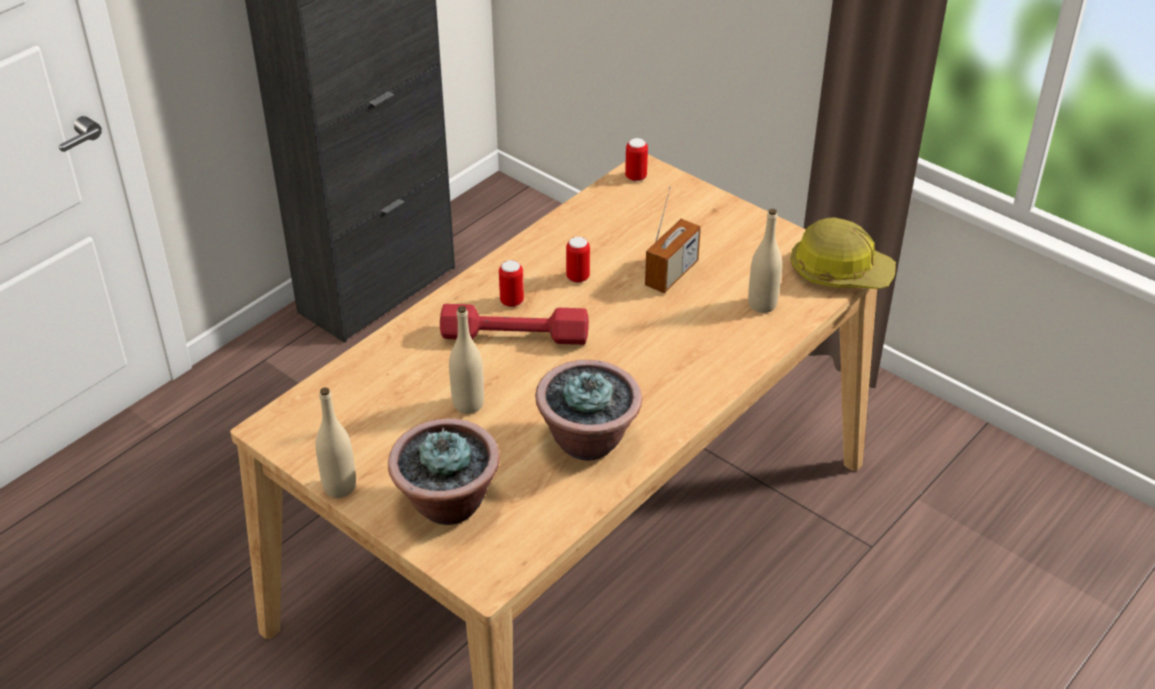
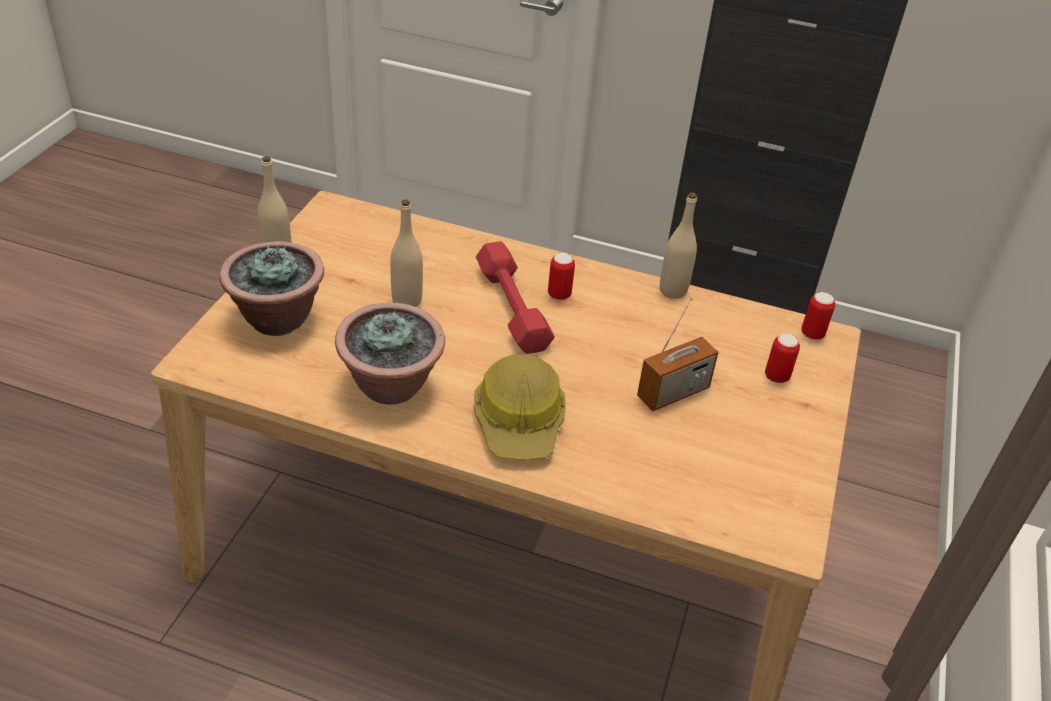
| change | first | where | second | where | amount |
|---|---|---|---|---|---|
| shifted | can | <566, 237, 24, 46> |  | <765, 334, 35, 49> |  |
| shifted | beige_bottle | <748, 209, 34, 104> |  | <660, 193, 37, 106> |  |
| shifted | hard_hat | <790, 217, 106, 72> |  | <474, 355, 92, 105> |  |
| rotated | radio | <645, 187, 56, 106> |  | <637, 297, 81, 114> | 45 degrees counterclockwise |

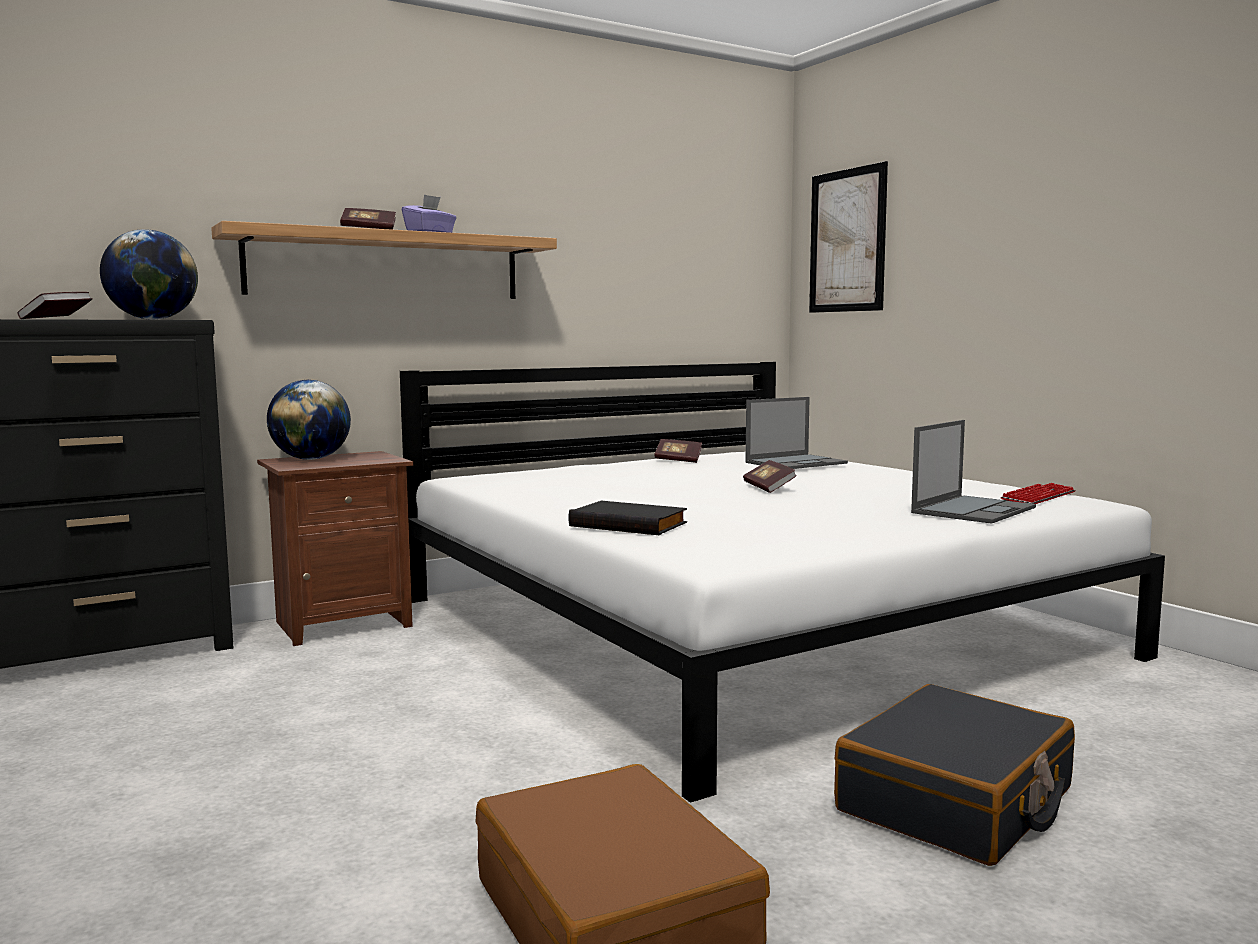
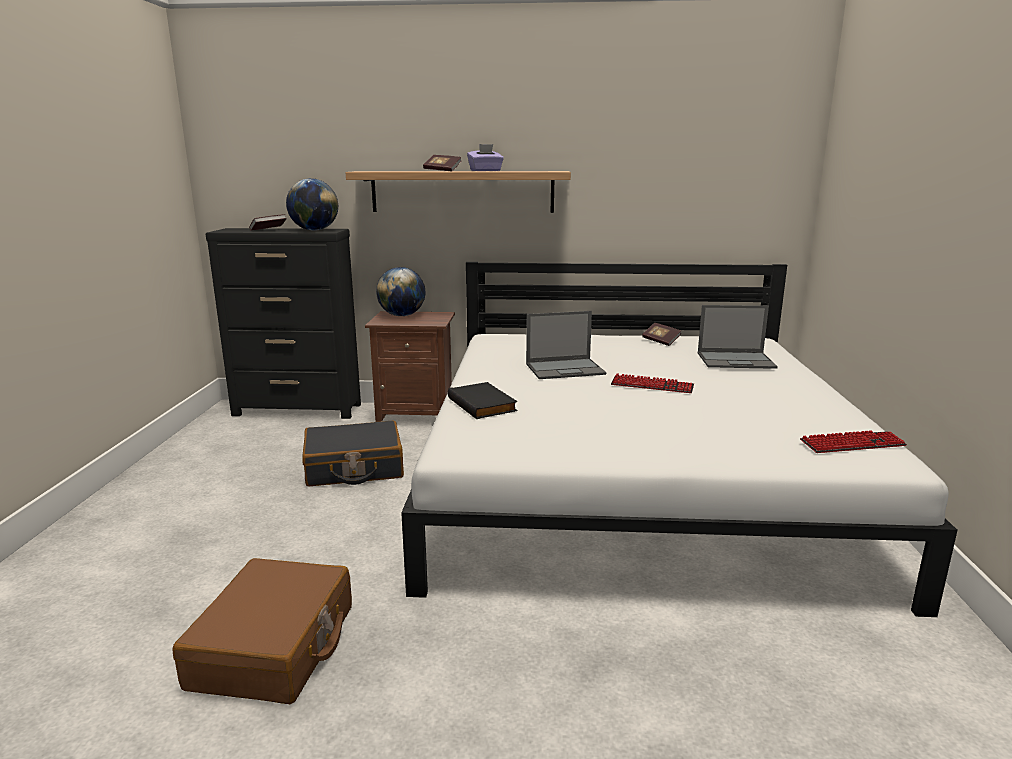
| change | first | where | second | where | amount |
|---|---|---|---|---|---|
| gone | picture | <809, 161, 79, 152> |  |  |  |
| shifted | black_suitcase | <834, 684, 241, 182> |  | <302, 421, 102, 65> |  |
| shifted | laptop | <911, 420, 125, 104> |  | <526, 311, 80, 68> |  |
| swapped | book | <743, 460, 54, 33> | keyboard | <611, 374, 83, 19> |  |

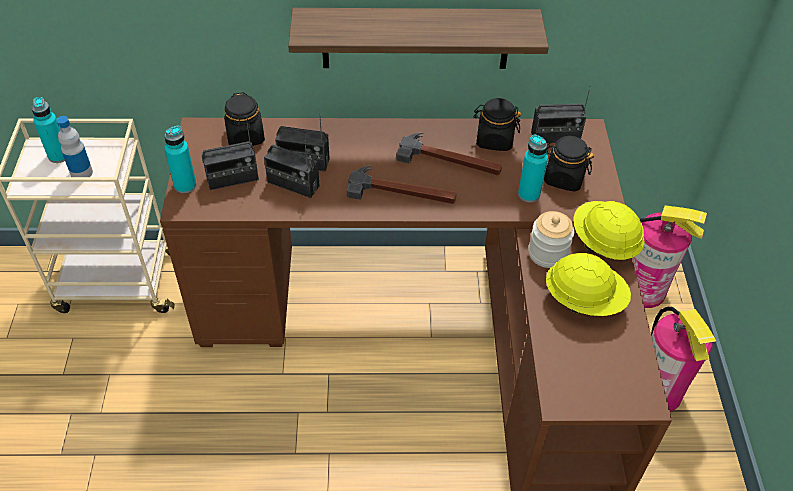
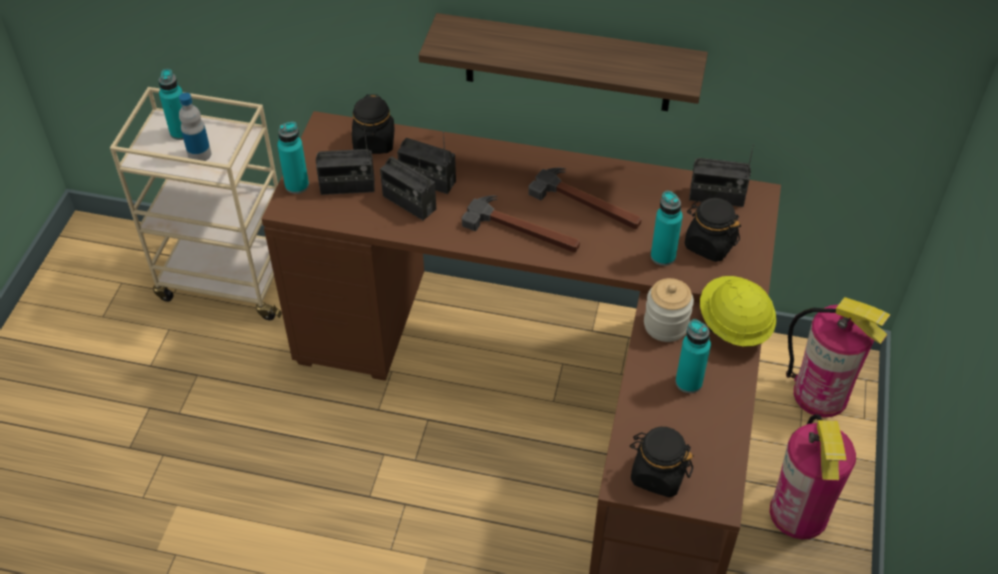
| change | first | where | second | where | amount |
|---|---|---|---|---|---|
| shifted | black_jar | <473, 98, 48, 53> |  | <630, 427, 64, 70> |  |
| swapped | yellow_hard_hat | <546, 253, 85, 63> | turquoise_bottle | <676, 319, 35, 74> |  |

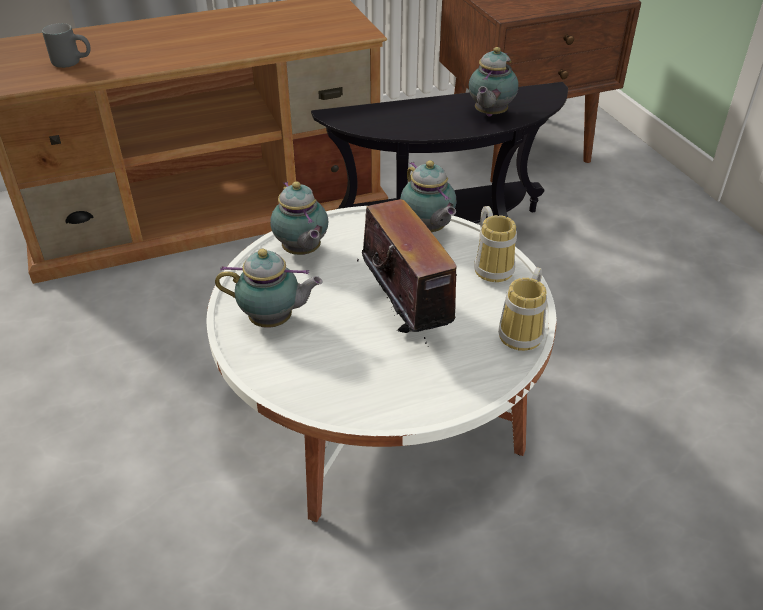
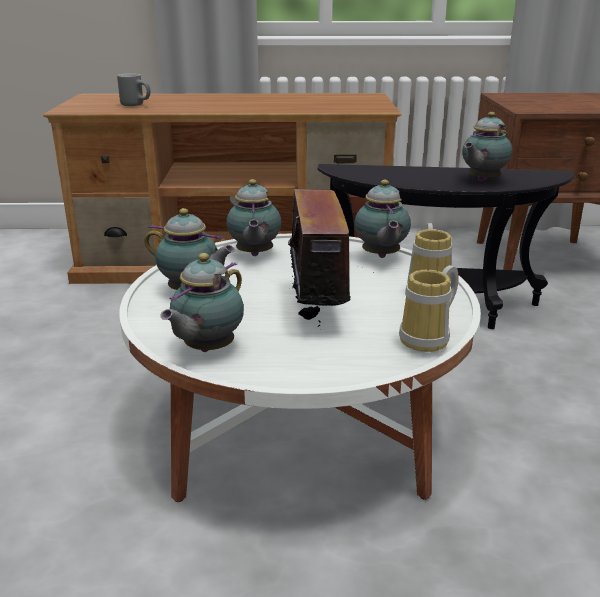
| change | first | where | second | where | amount |
|---|---|---|---|---|---|
| new |  |  | teapot | <160, 253, 84, 99> |  |

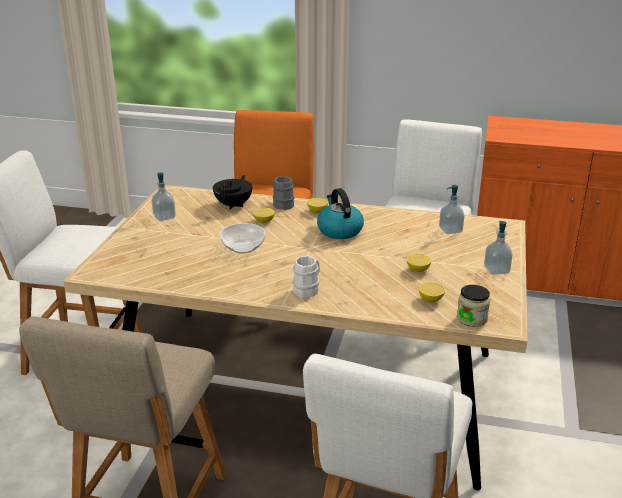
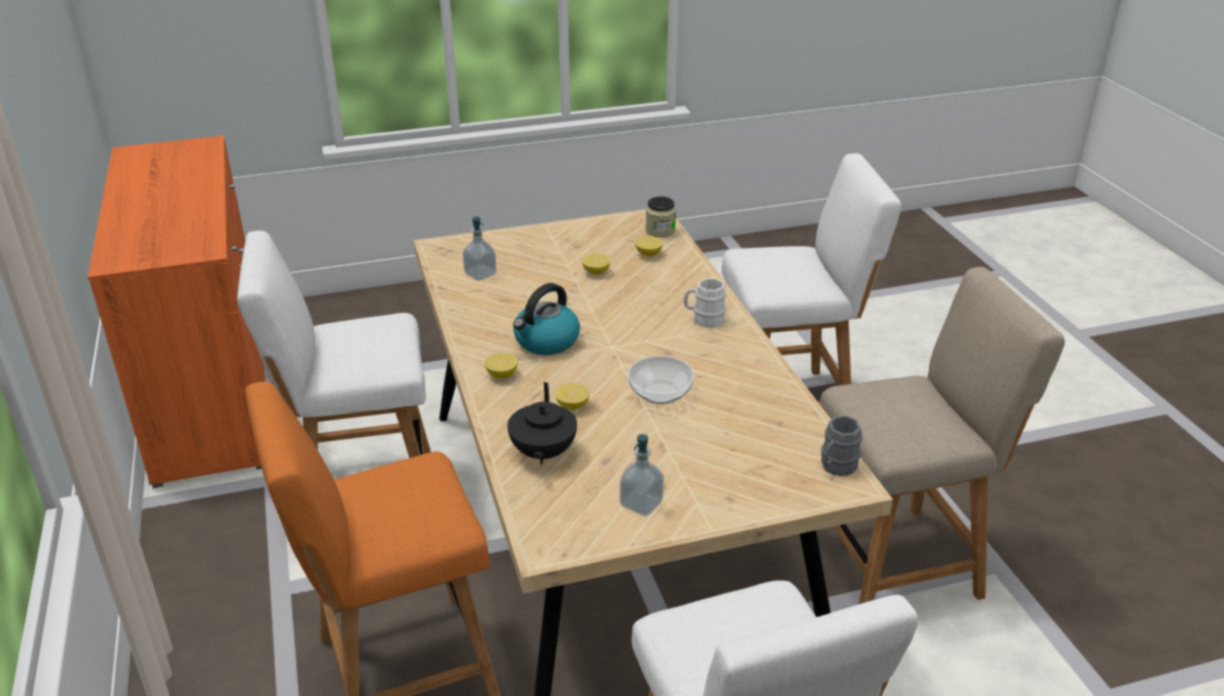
| change | first | where | second | where | amount |
|---|---|---|---|---|---|
| gone | soap_dispenser | <484, 221, 28, 54> |  |  |  |
| shifted | grey_mug | <273, 176, 21, 34> |  | <821, 415, 41, 61> |  |
| rotated | black_teapot | <213, 175, 39, 34> |  | <507, 382, 70, 82> | 75 degrees counterclockwise |

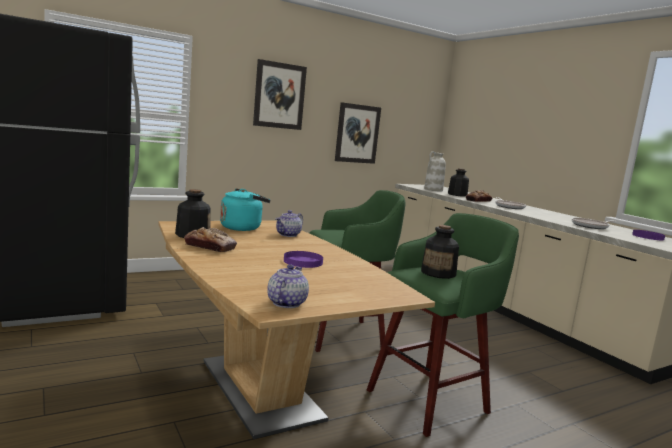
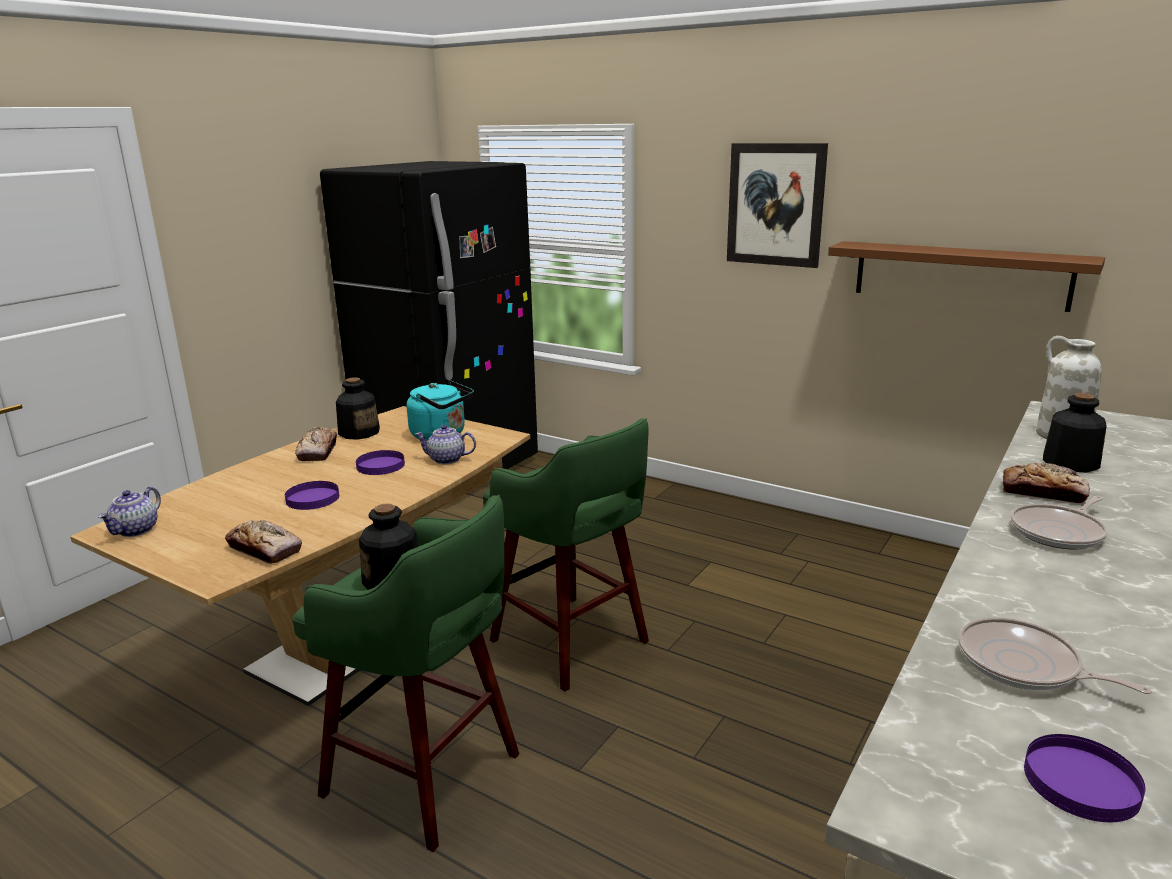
| change | first | where | second | where | amount |
|---|---|---|---|---|---|
| new |  |  | bread | <225, 520, 77, 44> |  |
| new |  |  | purple_plate | <356, 450, 49, 25> |  |
| swapped | picture | <335, 102, 46, 62> | brown_shelf | <828, 241, 277, 71> |  |
| rotated | teapot | <267, 264, 42, 44> |  | <98, 487, 63, 50> | 120 degrees clockwise |

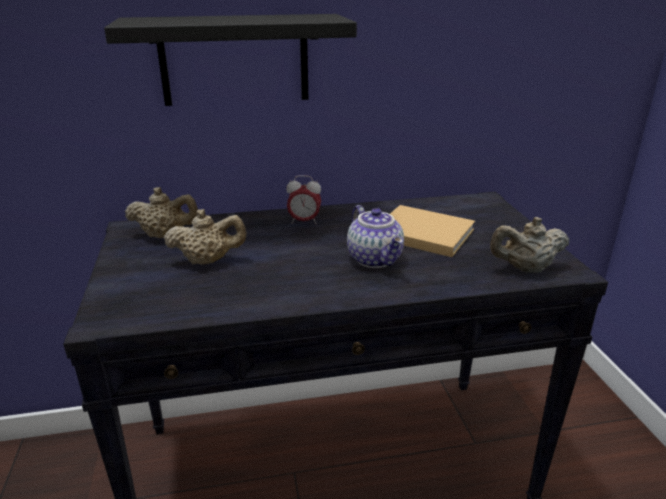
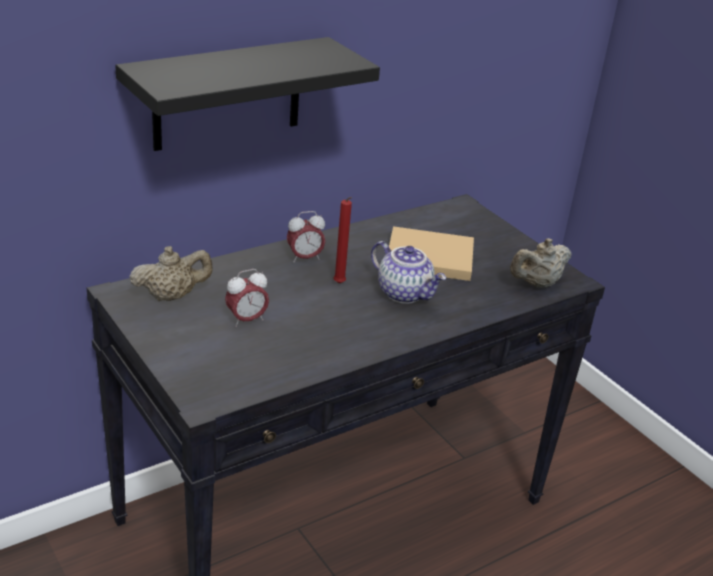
| change | first | where | second | where | amount |
|---|---|---|---|---|---|
| new |  |  | red_candle | <334, 197, 18, 87> |  |
| swapped | beige_teapot | <164, 209, 83, 56> | alarm_clock | <225, 269, 44, 58> |  |

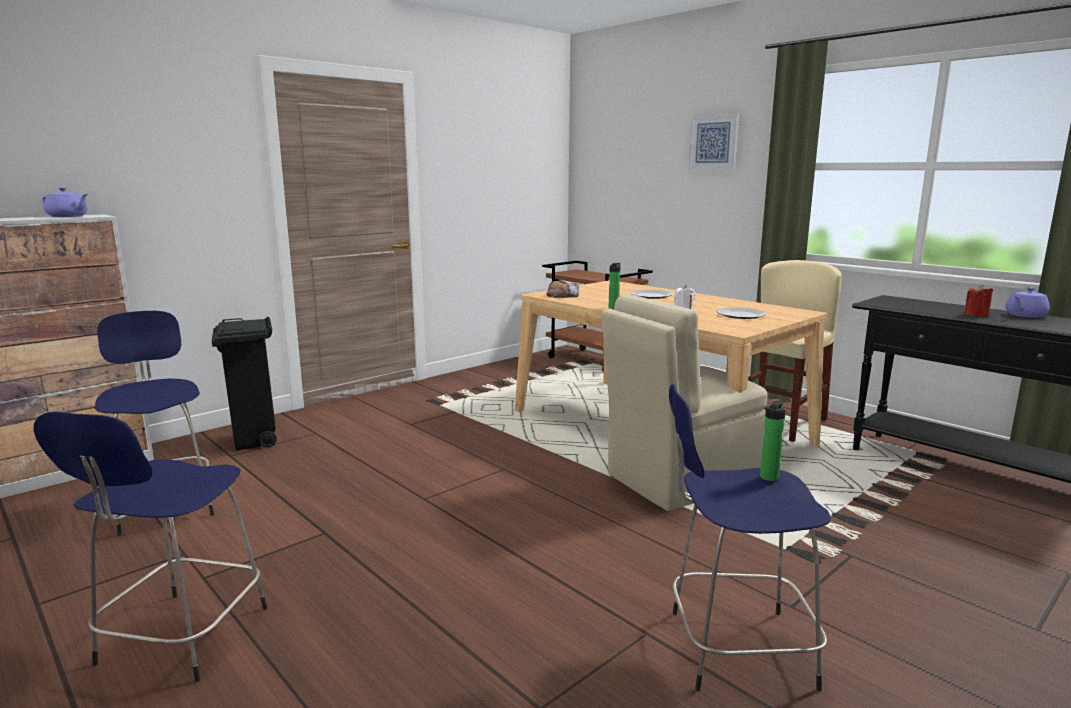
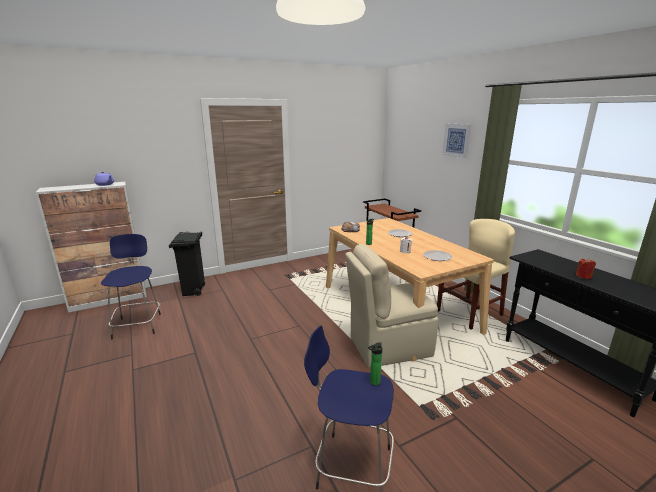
| change | first | where | second | where | amount |
|---|---|---|---|---|---|
| gone | blue_stool | <34, 412, 233, 270> |  |  |  |
| gone | purple_teapot | <1005, 287, 45, 31> |  |  |  |

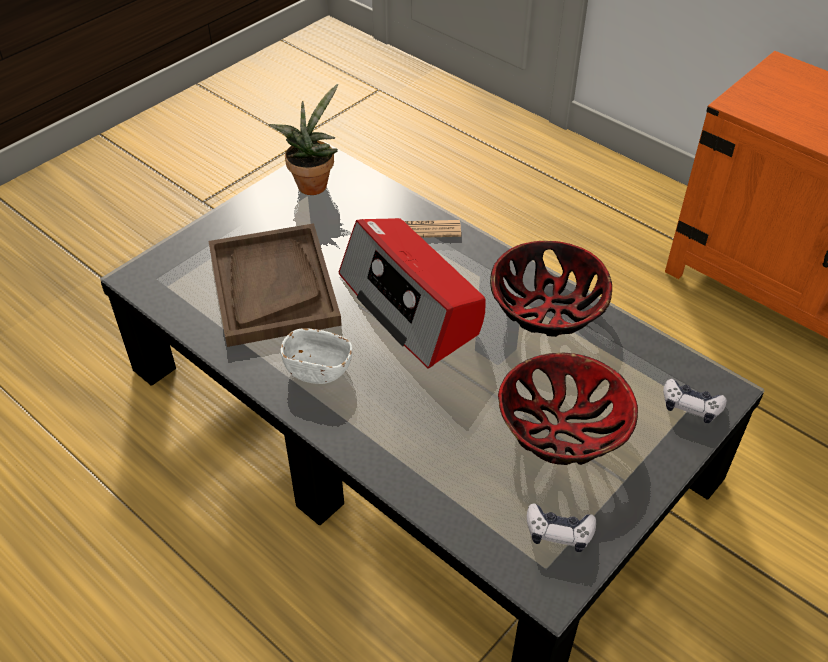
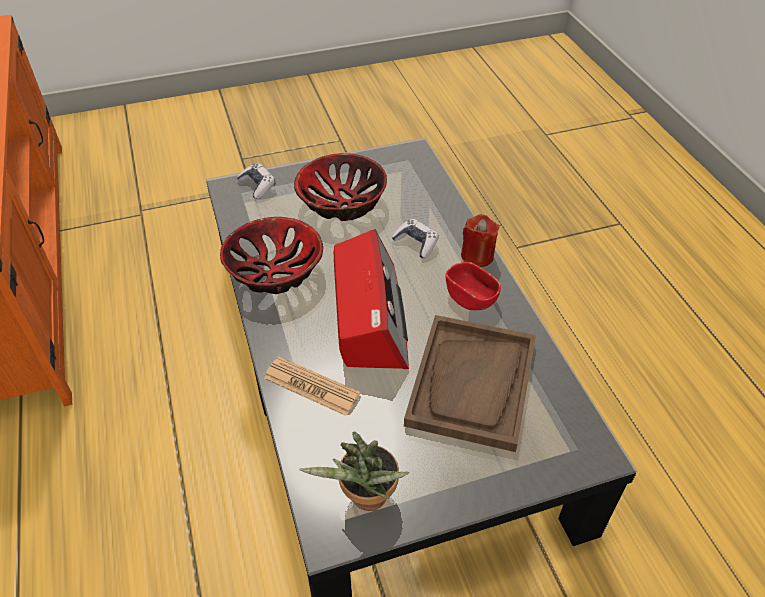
| change | first | where | second | where | amount |
|---|---|---|---|---|---|
| new |  |  | red_candle | <461, 214, 38, 53> |  |
| shifted | game_controller | <527, 503, 69, 49> |  | <391, 219, 48, 39> |  |
| repainted | white_bowl | <281, 328, 71, 56> | red_bowl | <446, 262, 55, 48> |  |

